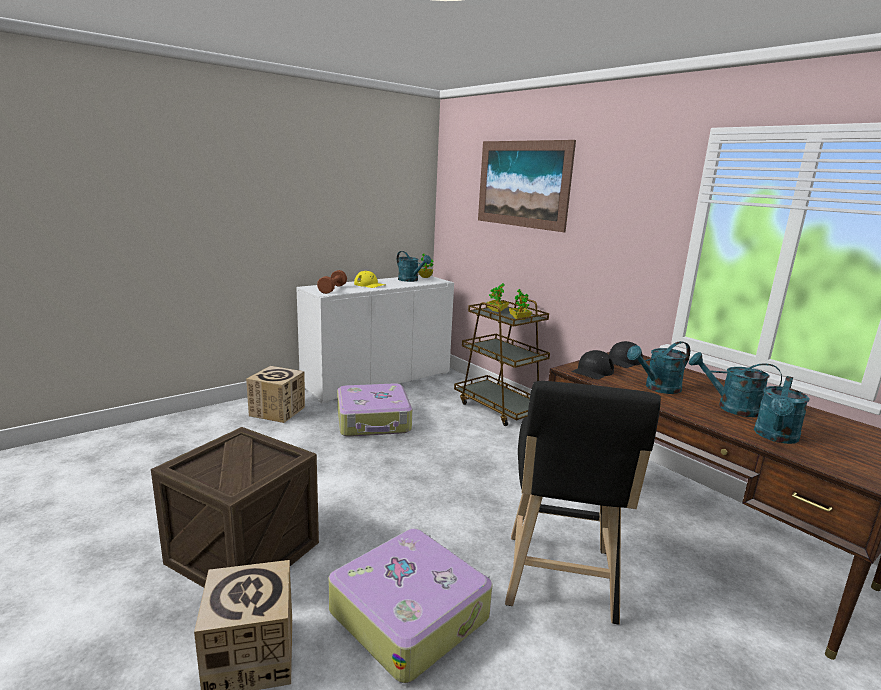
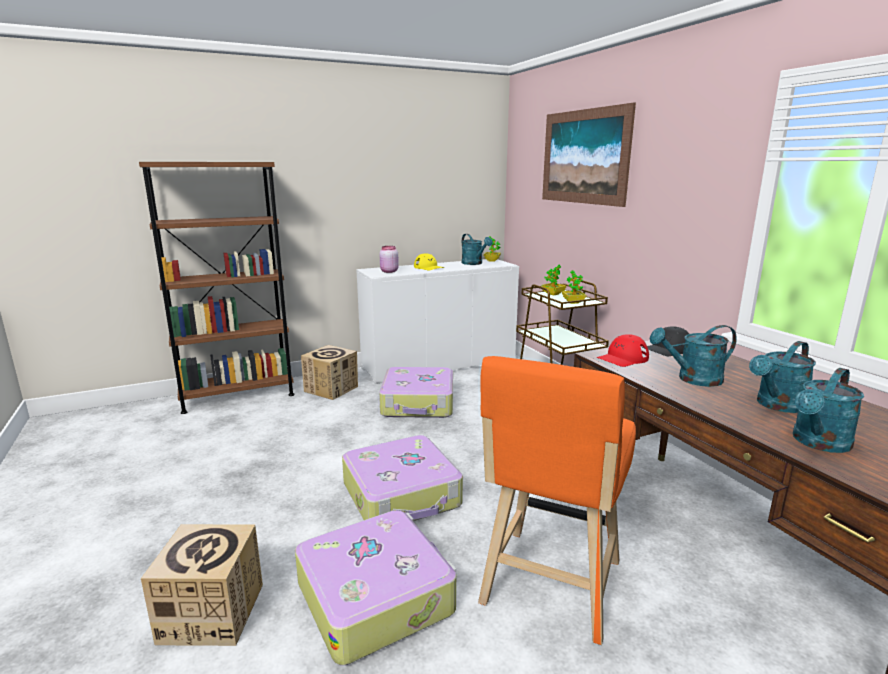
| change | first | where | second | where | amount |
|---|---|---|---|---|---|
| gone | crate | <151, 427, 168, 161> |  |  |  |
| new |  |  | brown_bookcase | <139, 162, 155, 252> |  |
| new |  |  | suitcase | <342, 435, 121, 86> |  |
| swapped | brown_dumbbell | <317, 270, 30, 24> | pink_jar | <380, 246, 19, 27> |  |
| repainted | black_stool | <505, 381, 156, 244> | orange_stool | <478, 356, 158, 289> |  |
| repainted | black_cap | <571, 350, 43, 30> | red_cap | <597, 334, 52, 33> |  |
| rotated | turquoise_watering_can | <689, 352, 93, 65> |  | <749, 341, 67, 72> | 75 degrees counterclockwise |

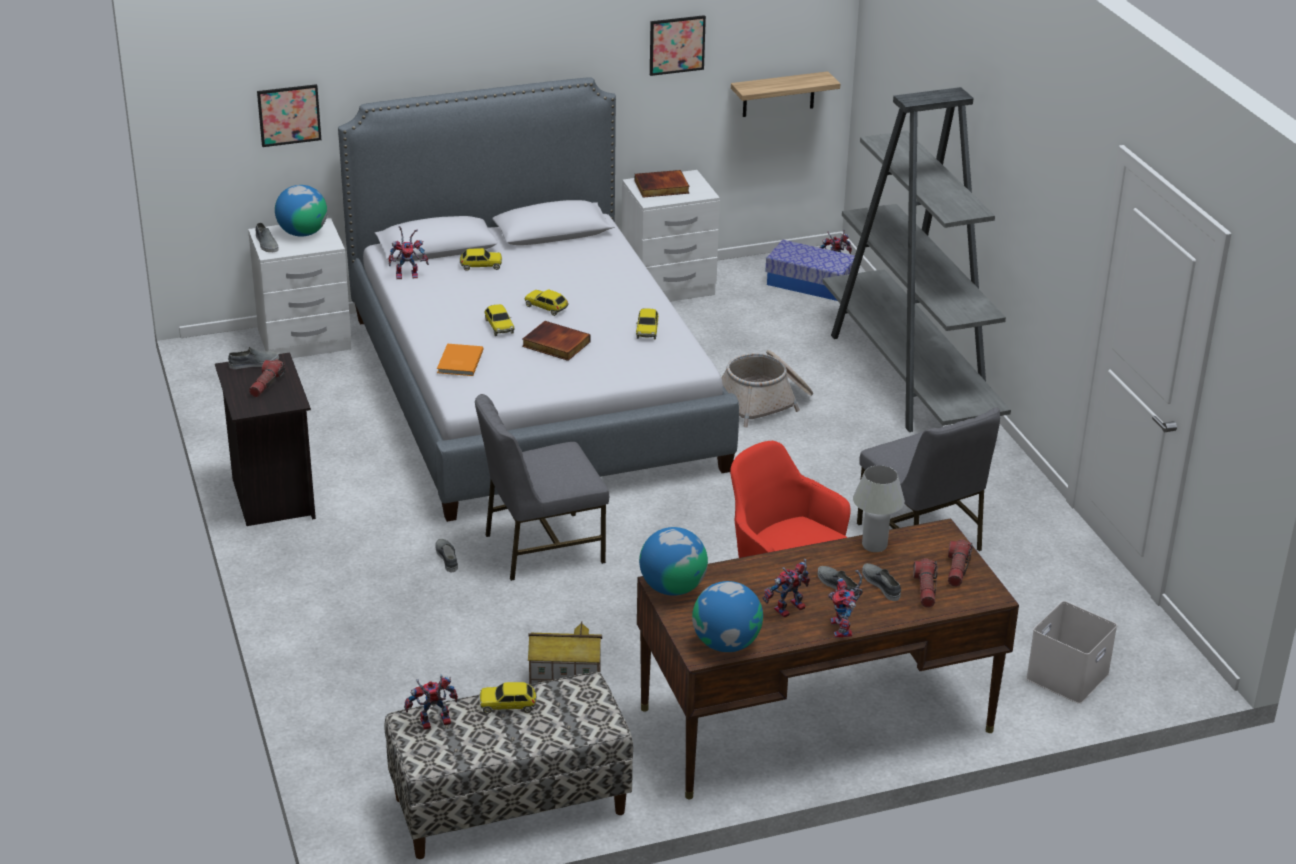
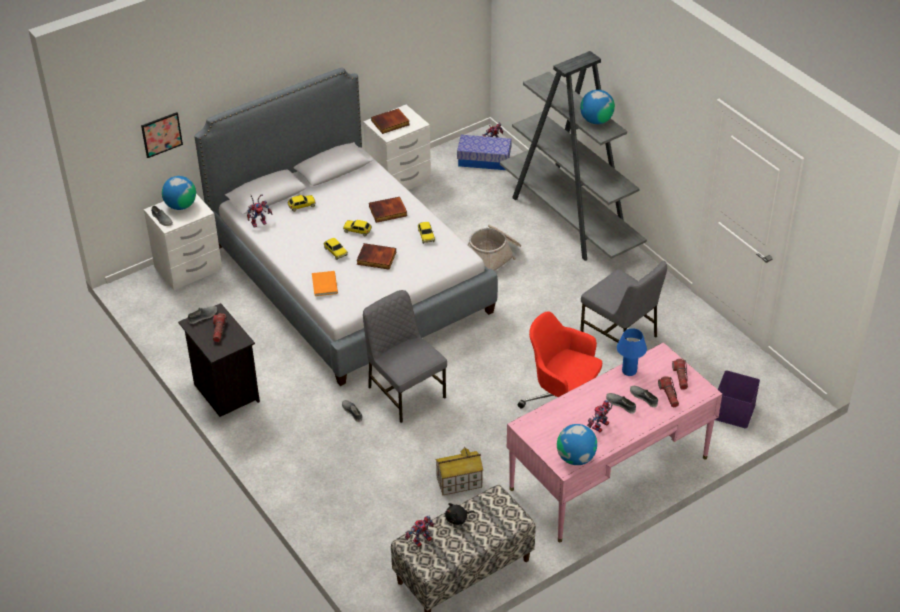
| change | first | where | second | where | amount |
|---|---|---|---|---|---|
| gone | picture | <650, 15, 56, 61> |  |  |  |
| gone | shelf | <731, 71, 109, 46> |  |  |  |
| gone | toy_robot | <828, 570, 35, 68> |  |  |  |
| new |  |  | book | <369, 197, 38, 26> |  |
| shifted | globe | <639, 527, 69, 69> |  | <580, 90, 35, 34> |  |
| swapped | toy_car | <479, 682, 58, 32> | black_plush_toy | <445, 503, 30, 22> |  |
| repainted | brown_desk | <637, 518, 382, 281> | pink_desk | <507, 342, 215, 200> |  |
| repainted | white_table_lamp | <853, 465, 52, 87> | blue_table_lamp | <617, 328, 30, 48> |  |
| repainted | white_storage_box | <1026, 601, 91, 103> | purple_storage_box | <715, 370, 45, 59> |  |
| rotated | grey_chair | <475, 394, 134, 187> |  | <363, 290, 84, 133> | 90 degrees clockwise |

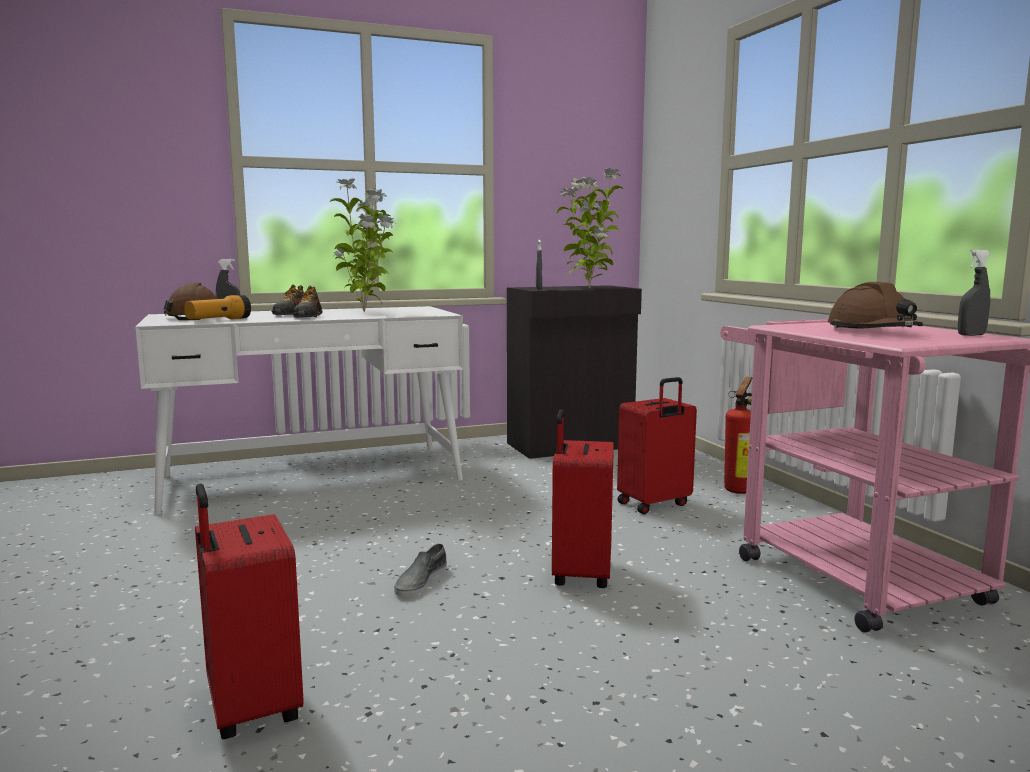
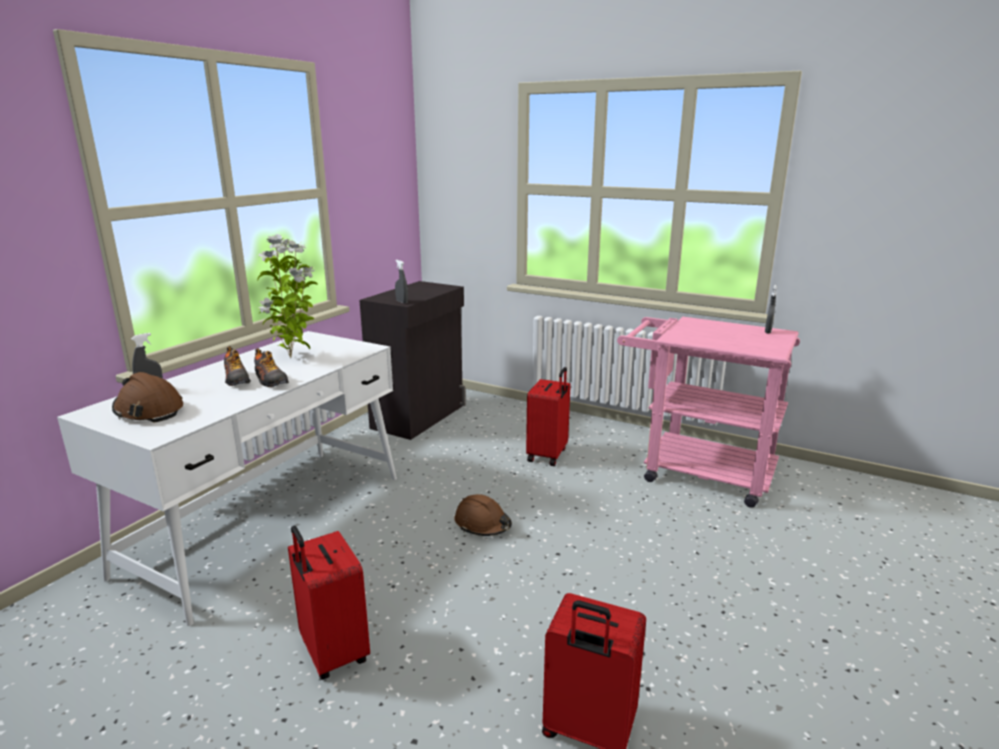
| change | first | where | second | where | amount |
|---|---|---|---|---|---|
| gone | flashlight | <184, 295, 67, 24> |  |  |  |
| gone | grey_shoe | <394, 544, 53, 53> |  |  |  |
| gone | potted_plant | <557, 168, 67, 120> |  |  |  |
| gone | fire_extinguisher | <724, 377, 28, 117> |  |  |  |
| shifted | red_suitcase | <552, 409, 62, 179> |  | <288, 526, 82, 154> |  |
| shifted | brown_hard_hat | <827, 282, 96, 47> |  | <454, 494, 58, 42> |  |

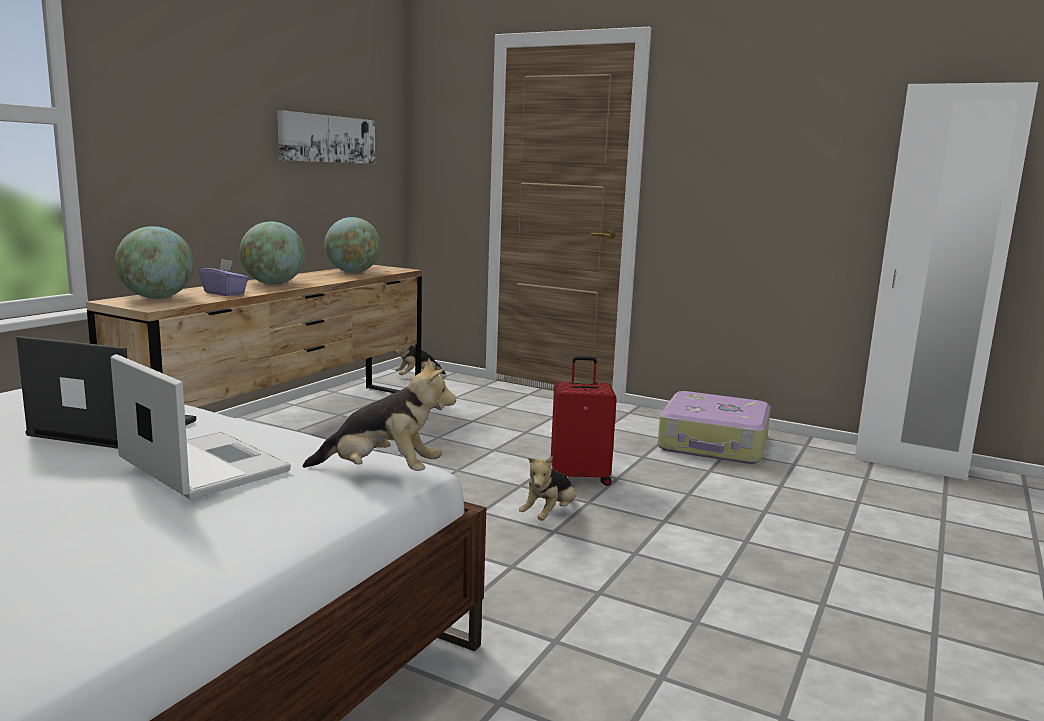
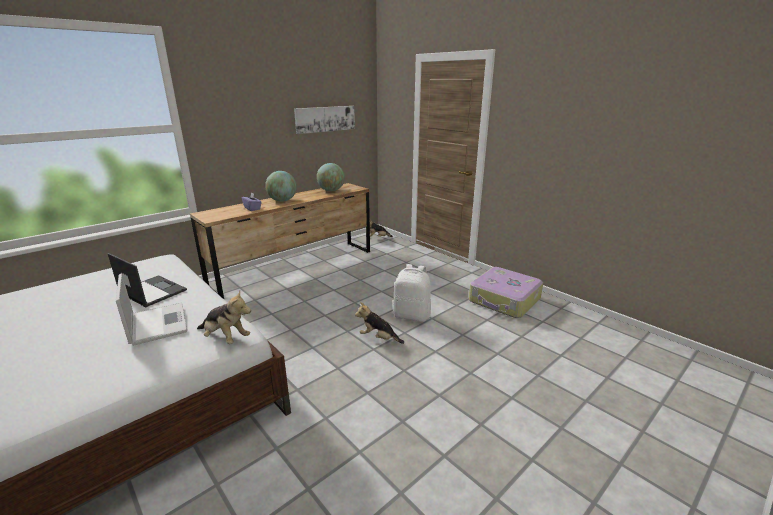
| change | first | where | second | where | amount |
|---|---|---|---|---|---|
| gone | globe | <115, 226, 79, 73> |  |  |  |
| gone | white_wardrobe | <855, 82, 183, 398> |  |  |  |
| swapped | red_suitcase | <551, 356, 66, 130> | white_backpack | <393, 264, 38, 58> |  |
| rotated | plush_toy | <519, 456, 57, 64> |  | <355, 302, 49, 42> | 60 degrees clockwise |

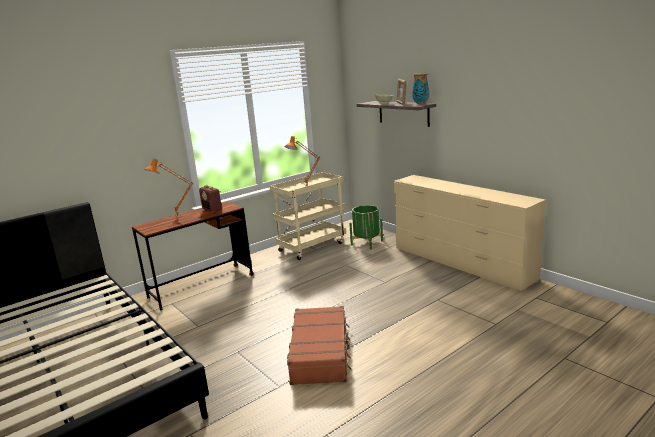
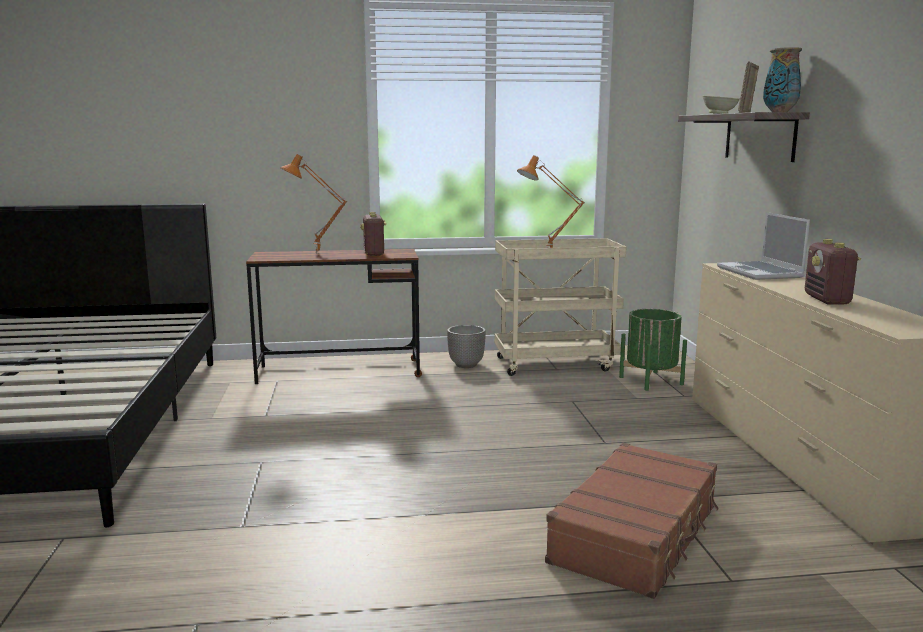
| change | first | where | second | where | amount |
|---|---|---|---|---|---|
| new |  |  | planter | <447, 325, 39, 43> |  |
| new |  |  | laptop | <717, 212, 93, 68> |  |
| new |  |  | radio | <805, 239, 56, 66> |  |
| shifted | brown_suitcase | <287, 306, 64, 79> |  | <545, 443, 174, 156> |  |

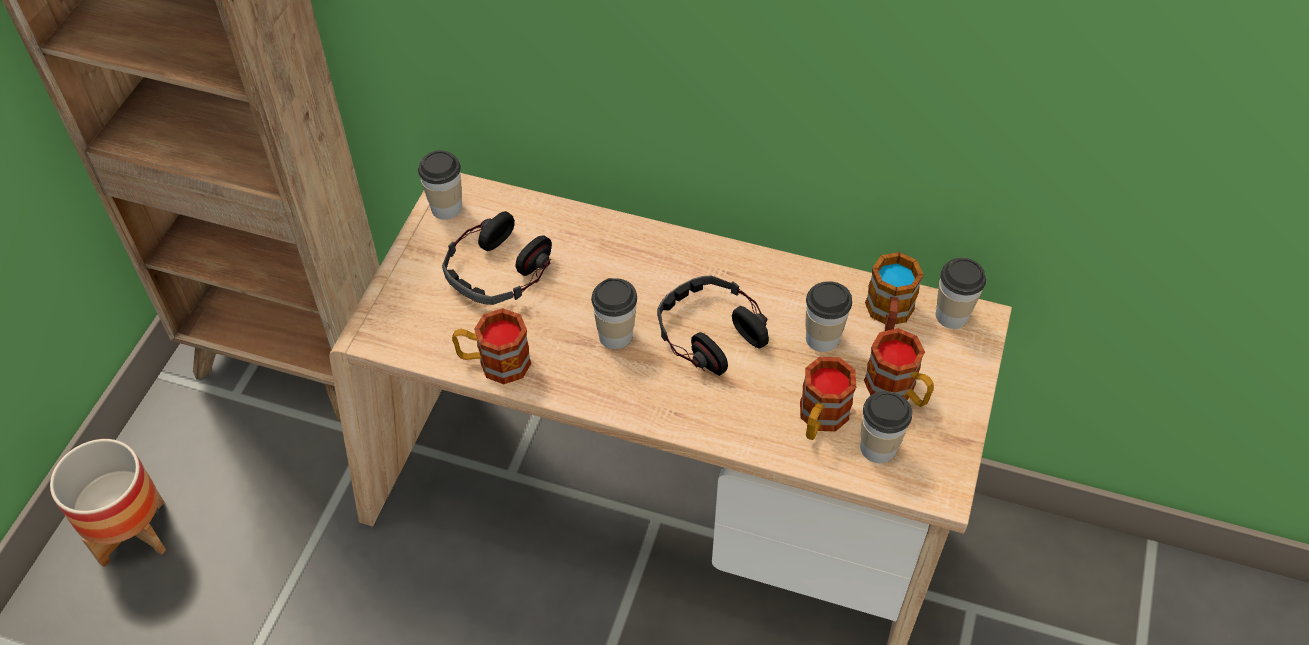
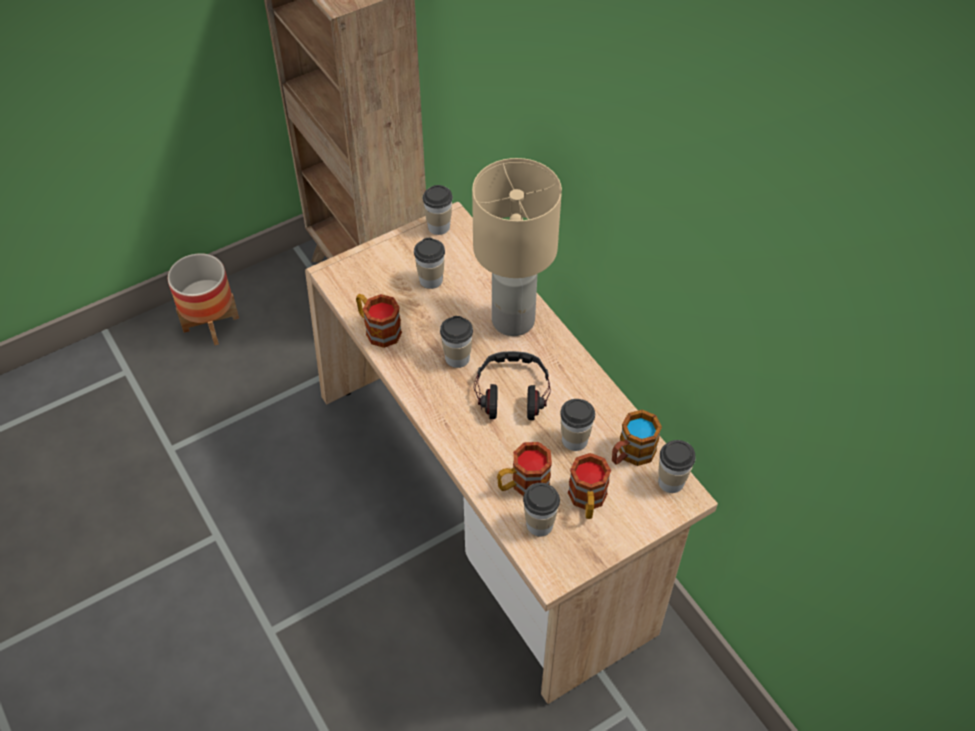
| change | first | where | second | where | amount |
|---|---|---|---|---|---|
| new |  |  | beige_table_lamp | <472, 158, 90, 178> |  |
| swapped | headphones | <442, 211, 110, 94> | cup | <414, 238, 31, 51> |  |

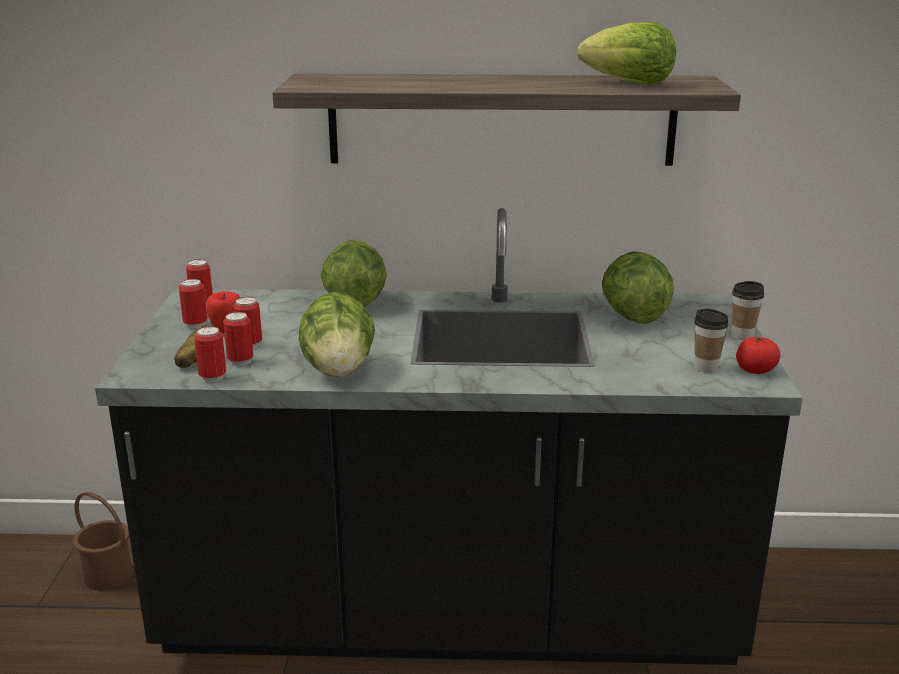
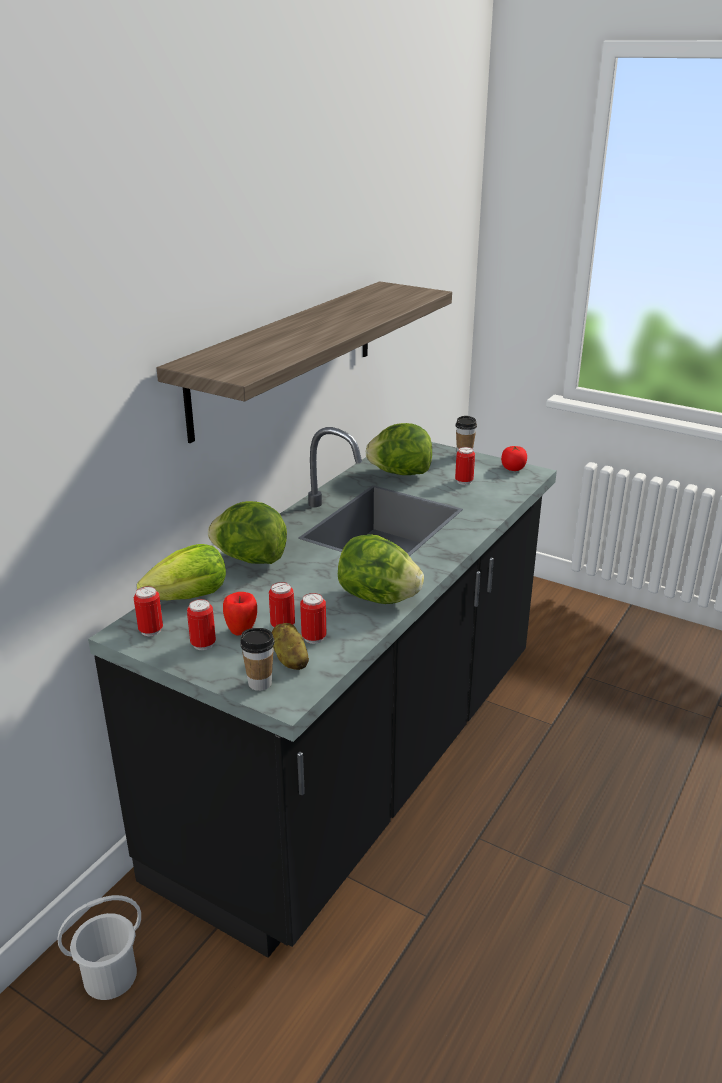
| change | first | where | second | where | amount |
|---|---|---|---|---|---|
| shifted | can | <194, 326, 32, 56> |  | <455, 447, 20, 38> |  |
| shifted | lettuce | <578, 22, 98, 63> |  | <137, 544, 89, 56> |  |
| shifted | cup | <694, 308, 35, 65> |  | <240, 628, 34, 63> |  |
| repainted | brown_bucket | <73, 492, 59, 99> | white_bucket | <58, 895, 83, 105> |  |

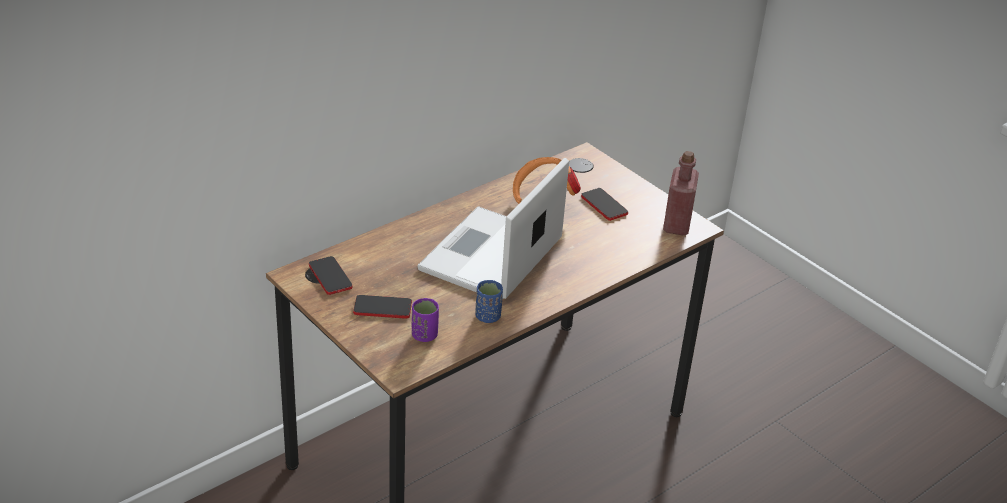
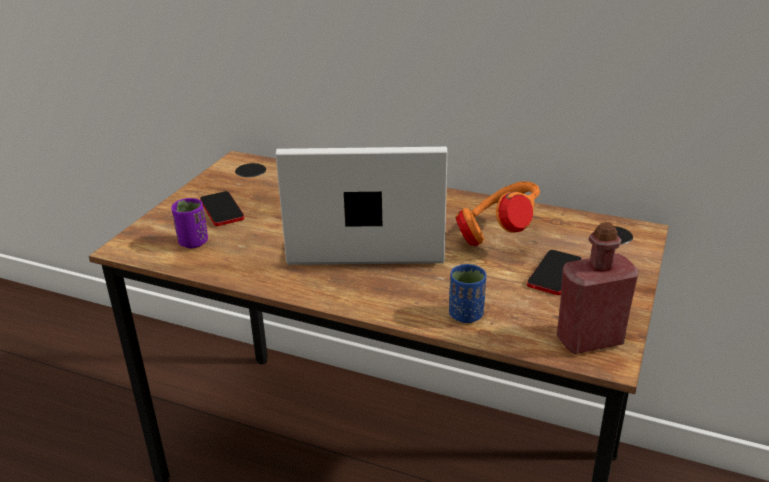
| change | first | where | second | where | amount |
|---|---|---|---|---|---|
| gone | phone | <309, 256, 43, 39> |  |  |  |
| shifted | blue_cup | <475, 280, 28, 43> |  | <449, 264, 37, 59> |  |

